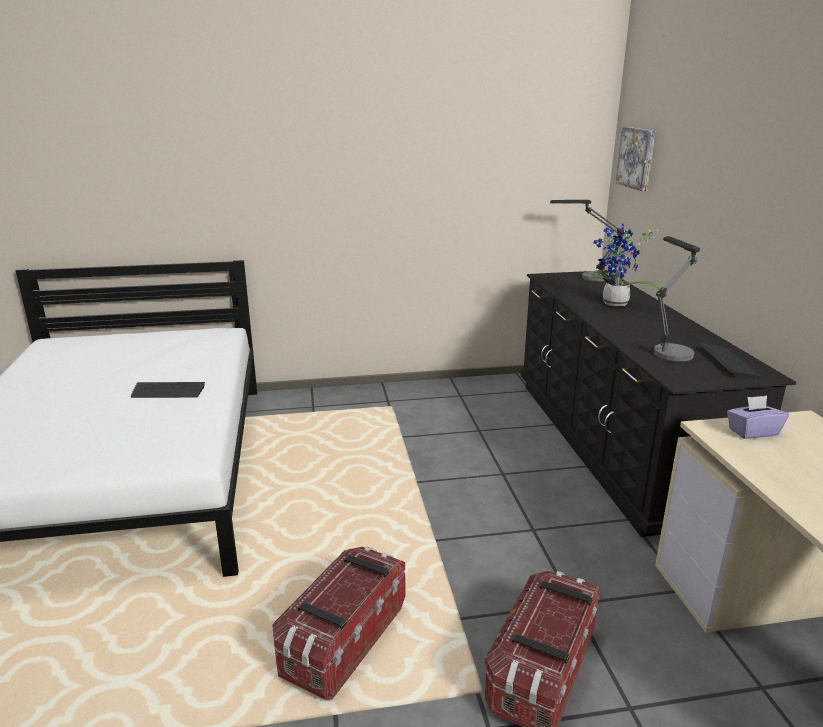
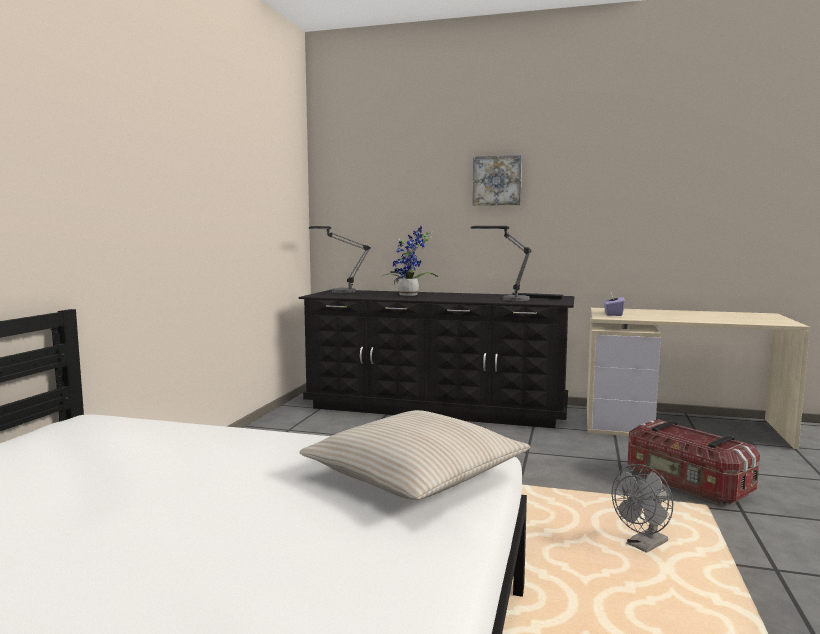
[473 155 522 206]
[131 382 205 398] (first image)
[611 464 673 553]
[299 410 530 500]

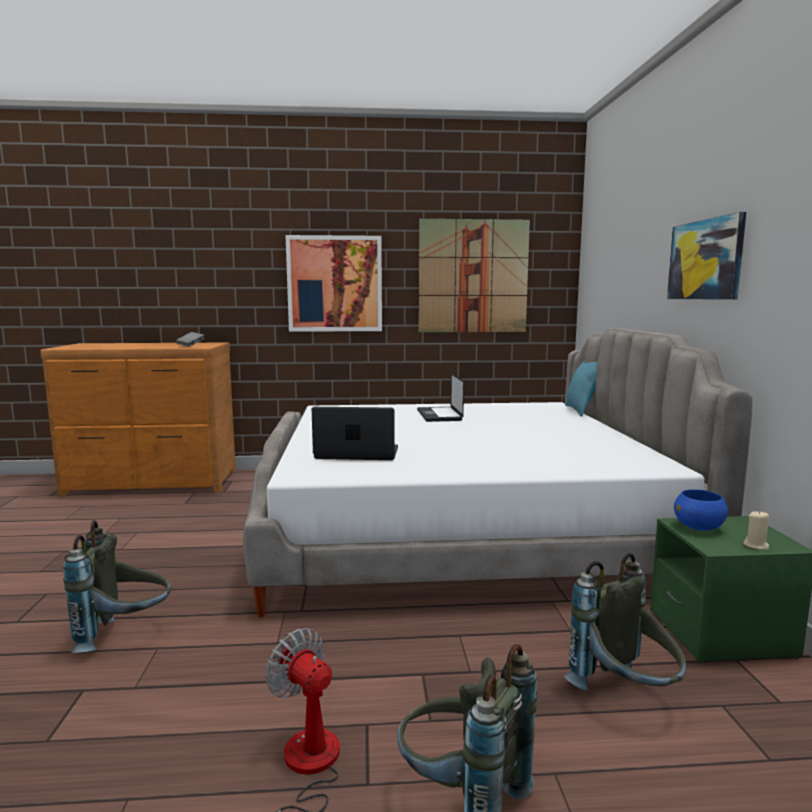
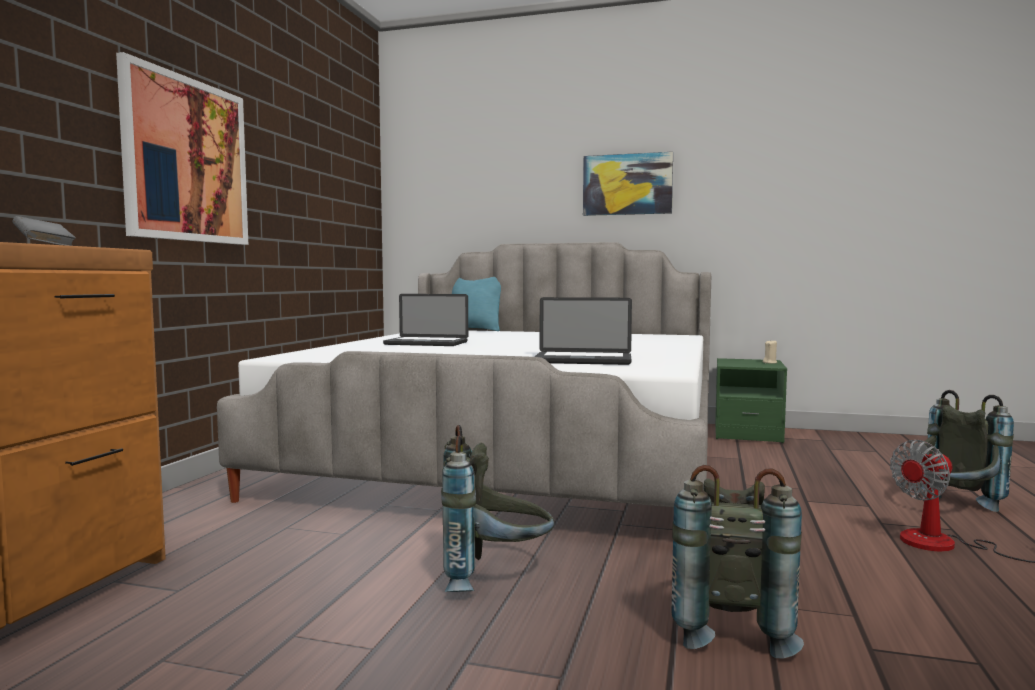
[419 219 530 332] (first image)
[535 297 632 365]
[674 489 728 531] (first image)
[441 425 554 592]

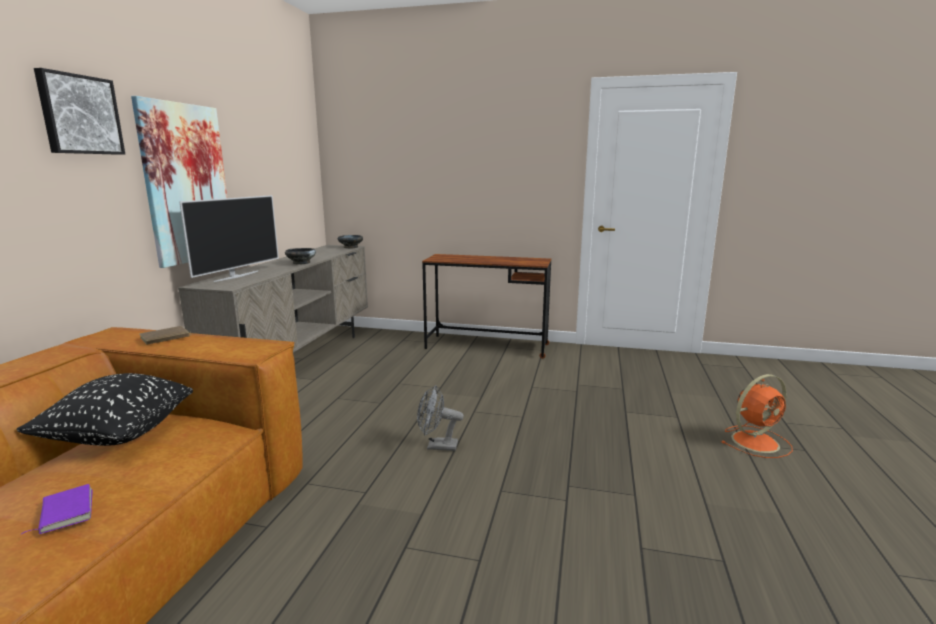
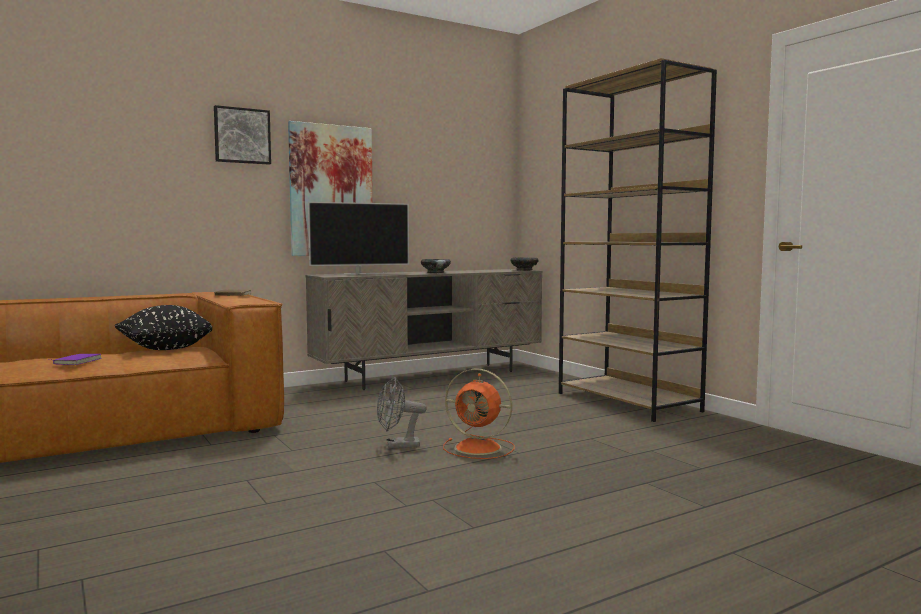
[559 58 717 422]
[443 368 515 459]
[377 377 426 448]

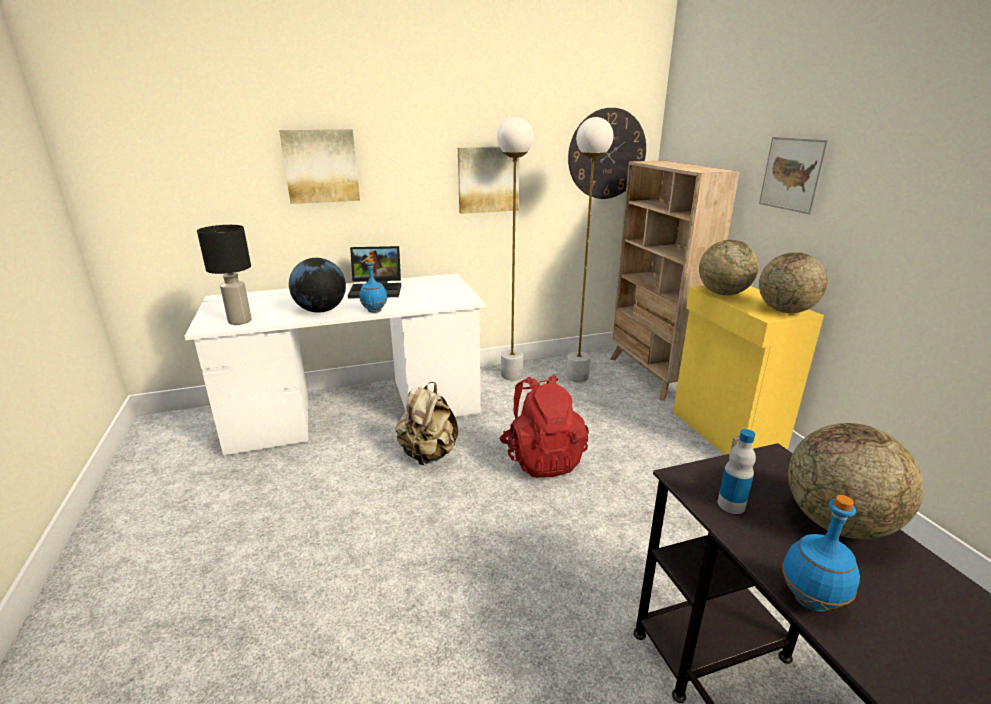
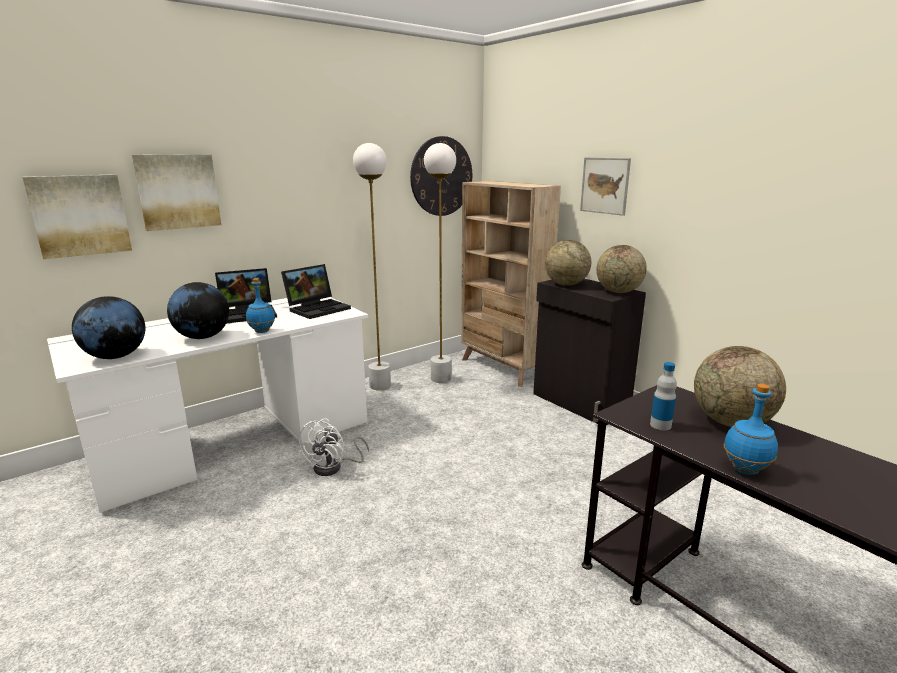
[22 174 132 259]
[72 296 145 359]
[533 279 646 424]
[499 375 589 478] (first image)
[298 418 369 476]
[281 264 351 319]

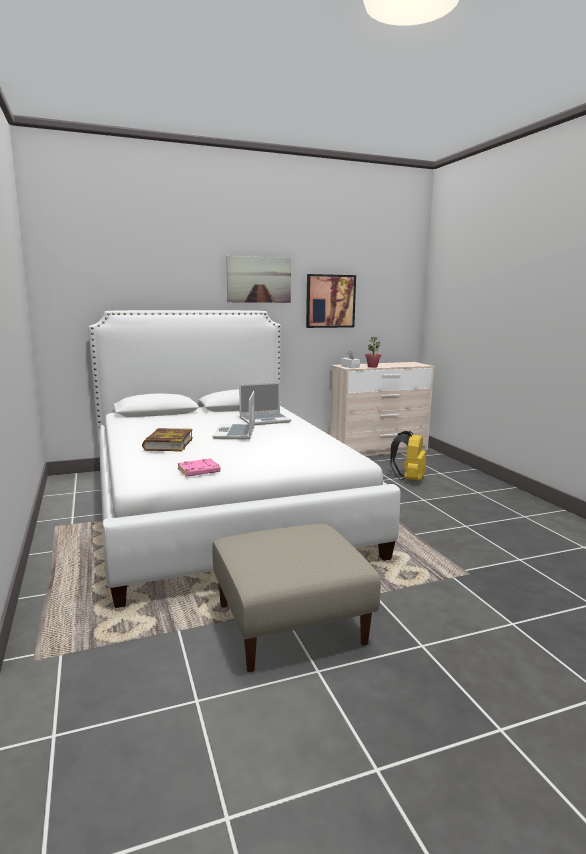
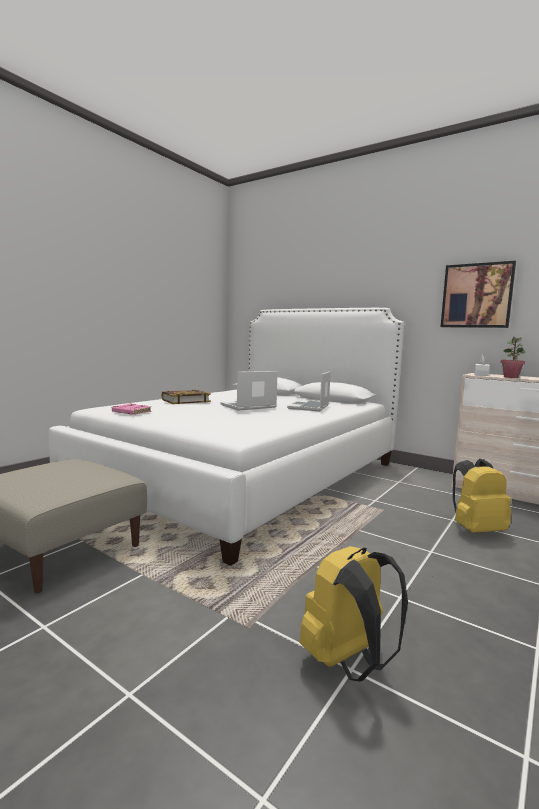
[226 256 291 303] (first image)
[287 371 331 412]
[299 546 408 682]

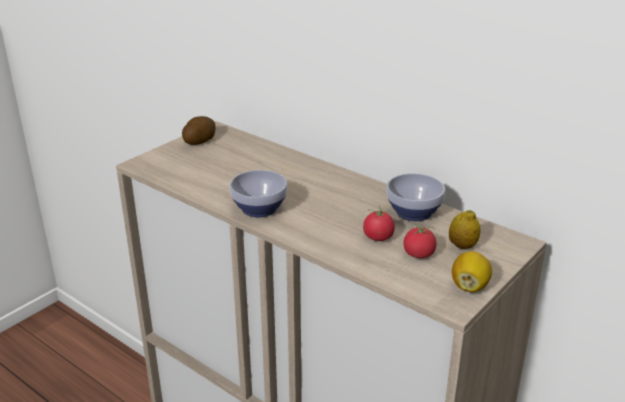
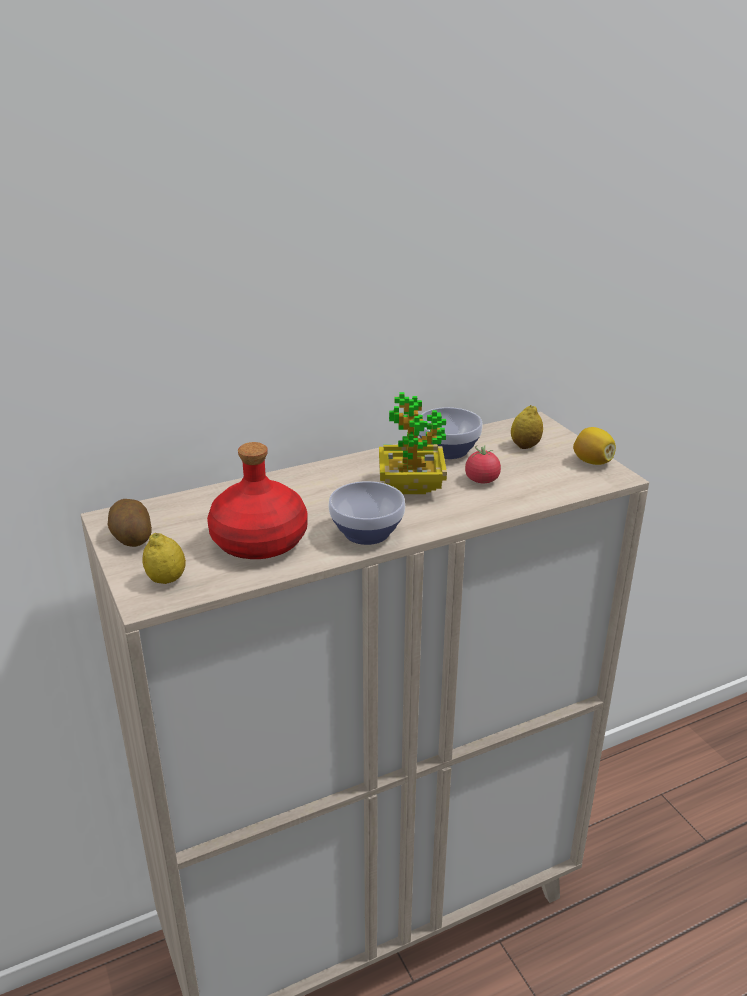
[403 225 437 258] (first image)
[379 392 447 494]
[207 442 308 559]
[142 533 186 584]

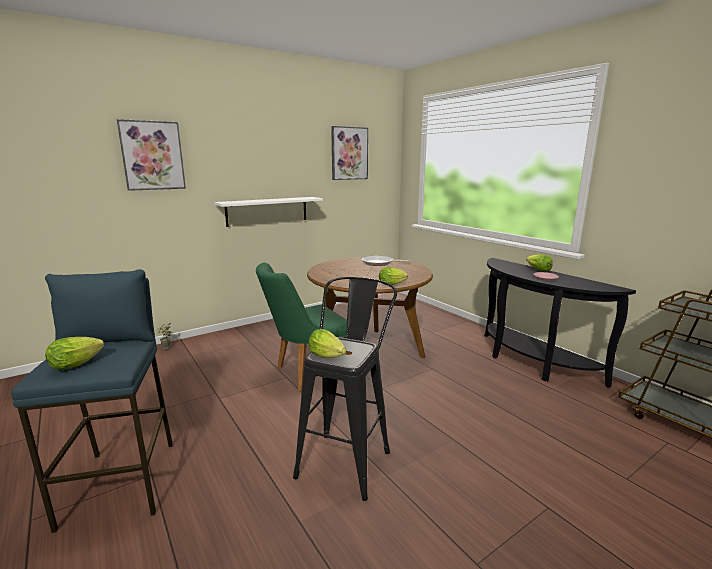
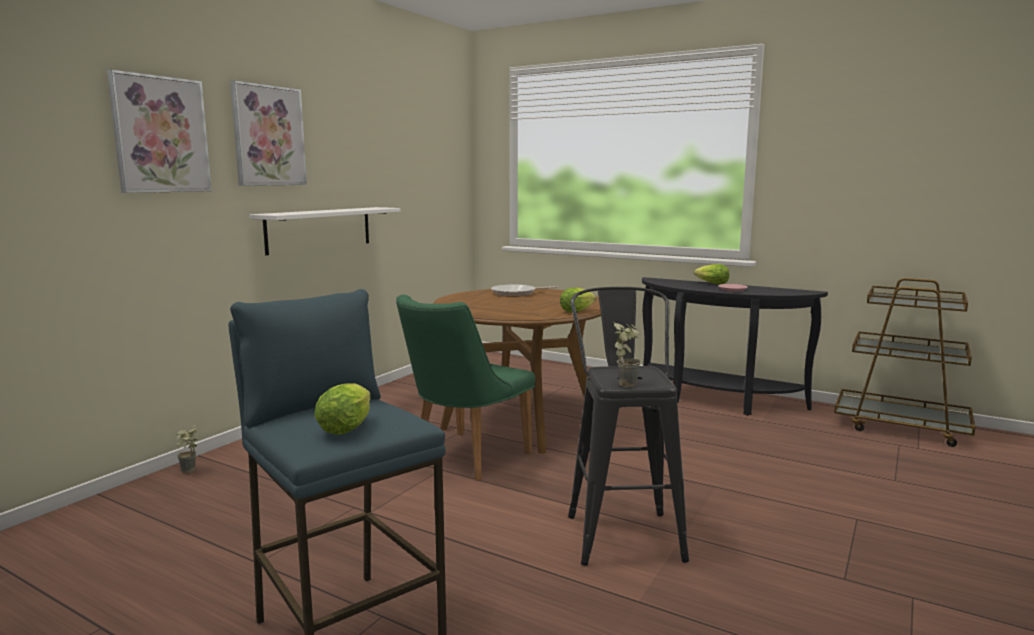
[230 81 307 186]
[613 322 640 387]

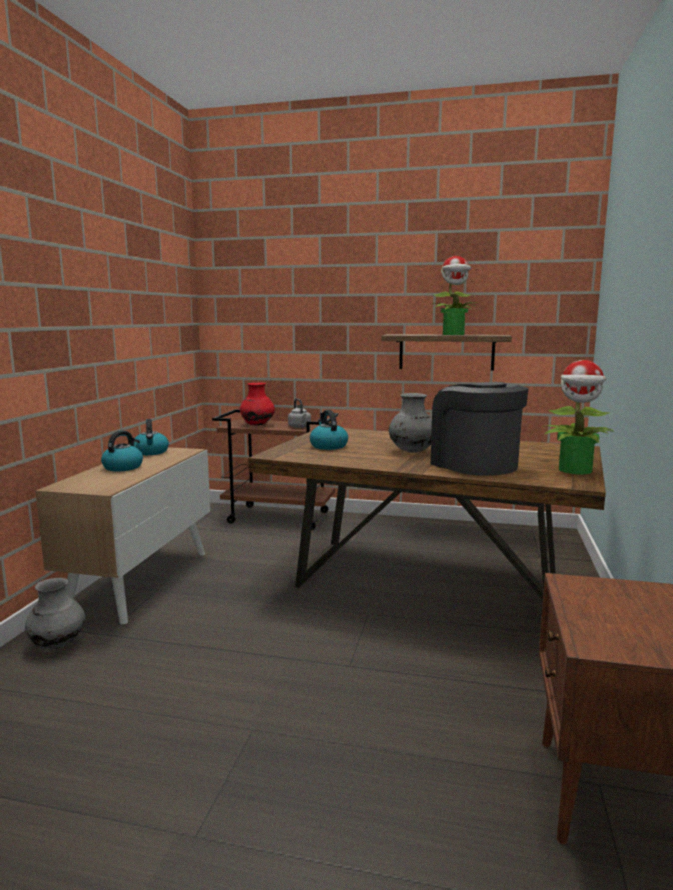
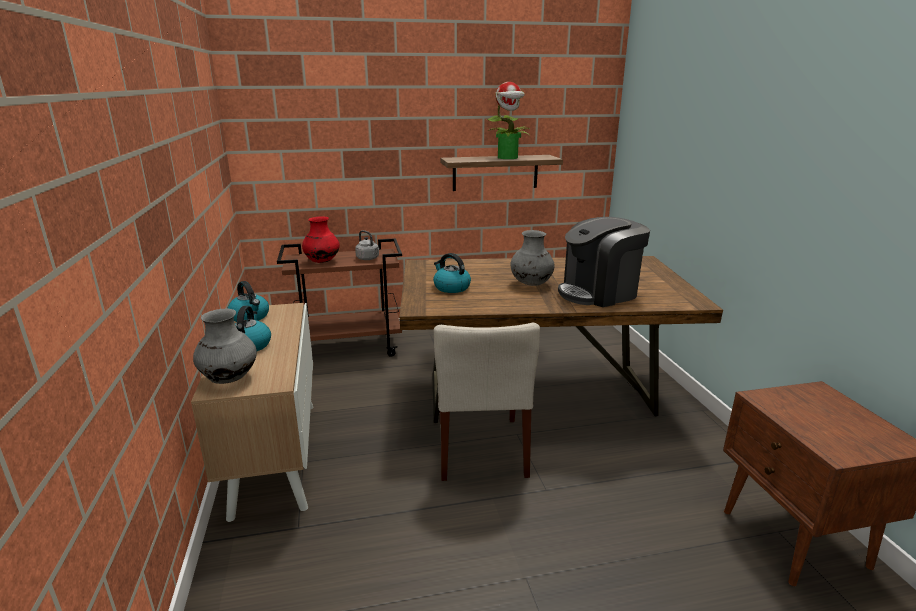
[542 360 614 474] (first image)
[558 217 650 307]
[193 309 257 384]
[434 323 540 481]

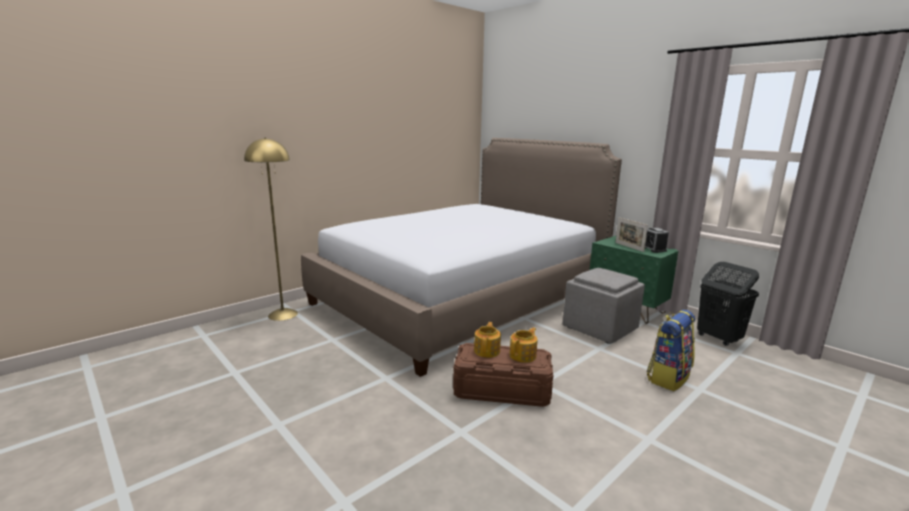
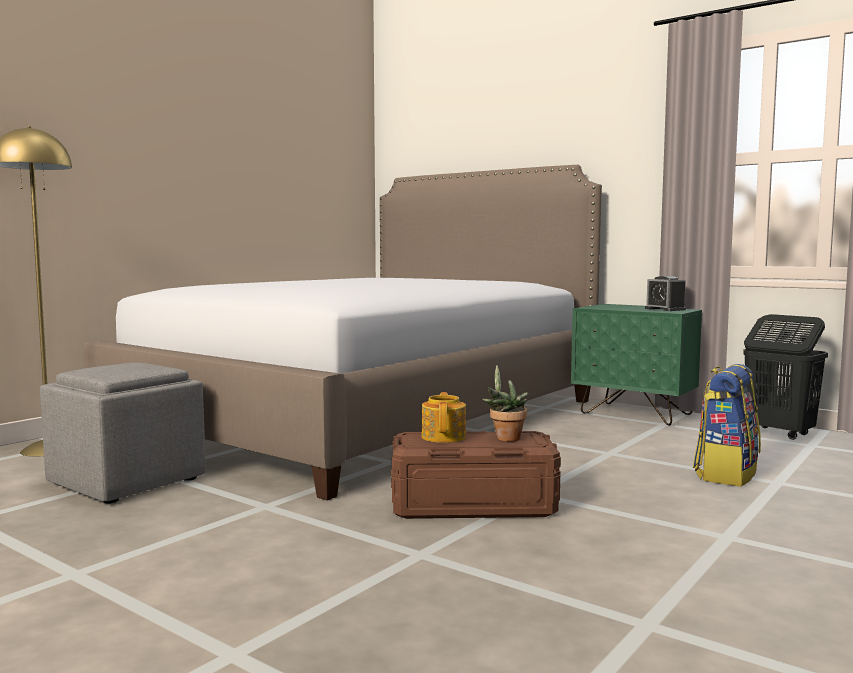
[615 217 648 252] (first image)
[40 363 206 503]
[483 365 529 442]

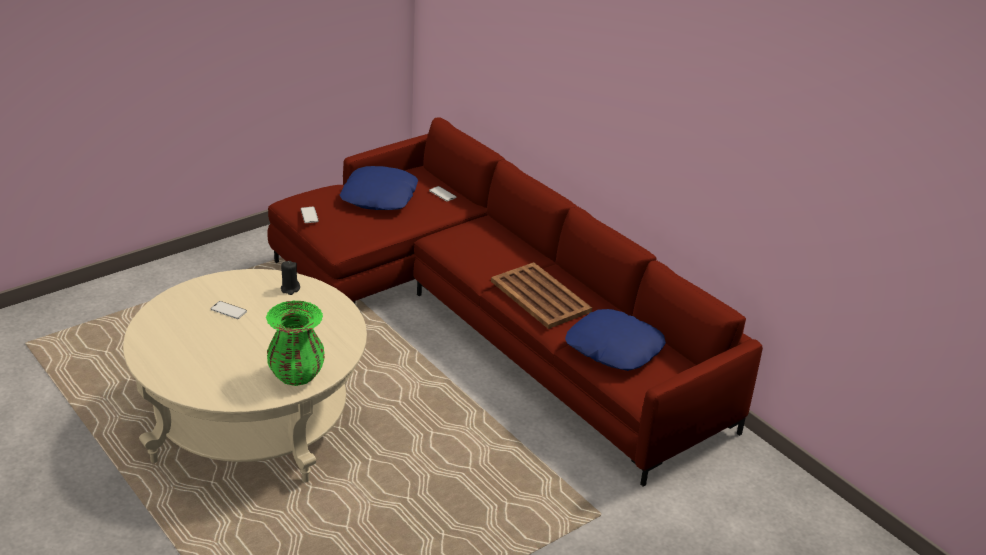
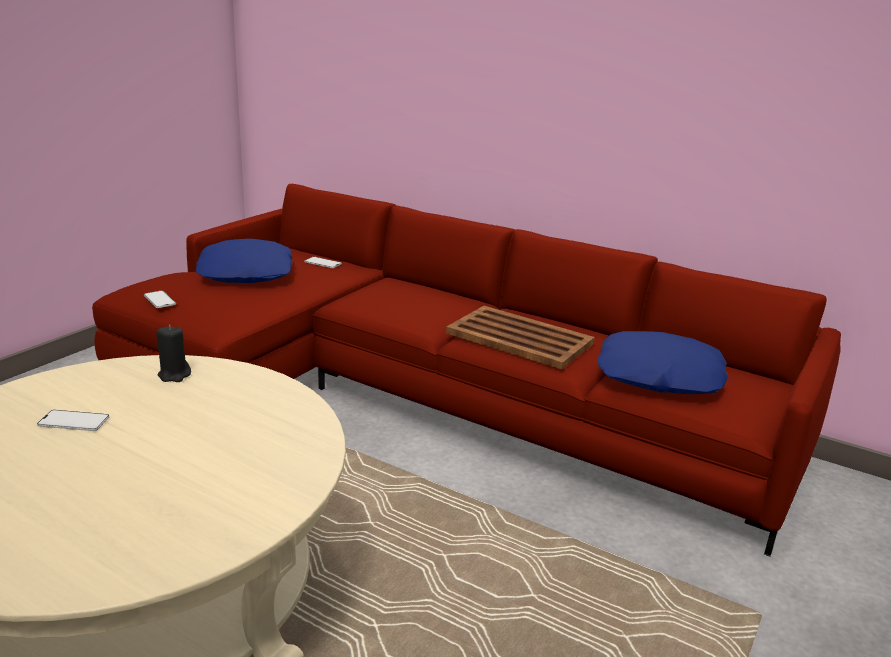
[266 300 325 386] (first image)

